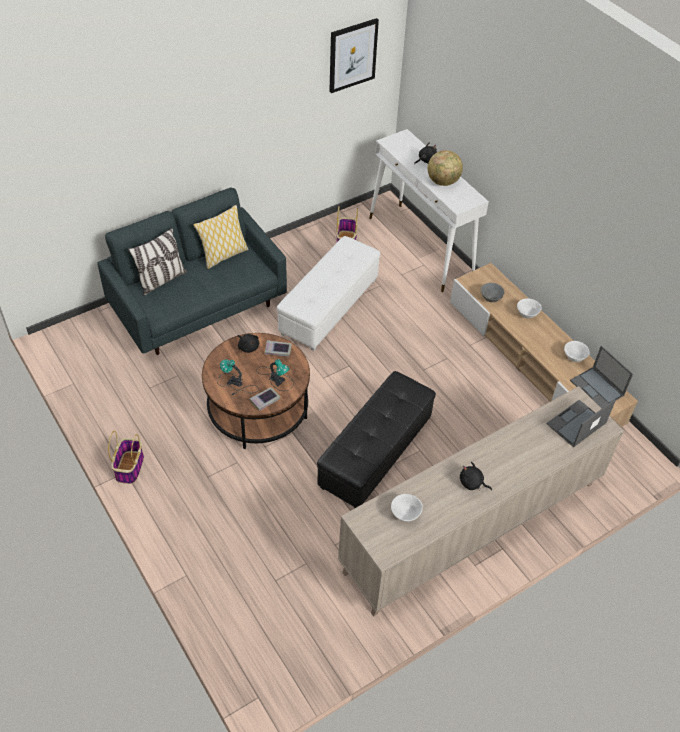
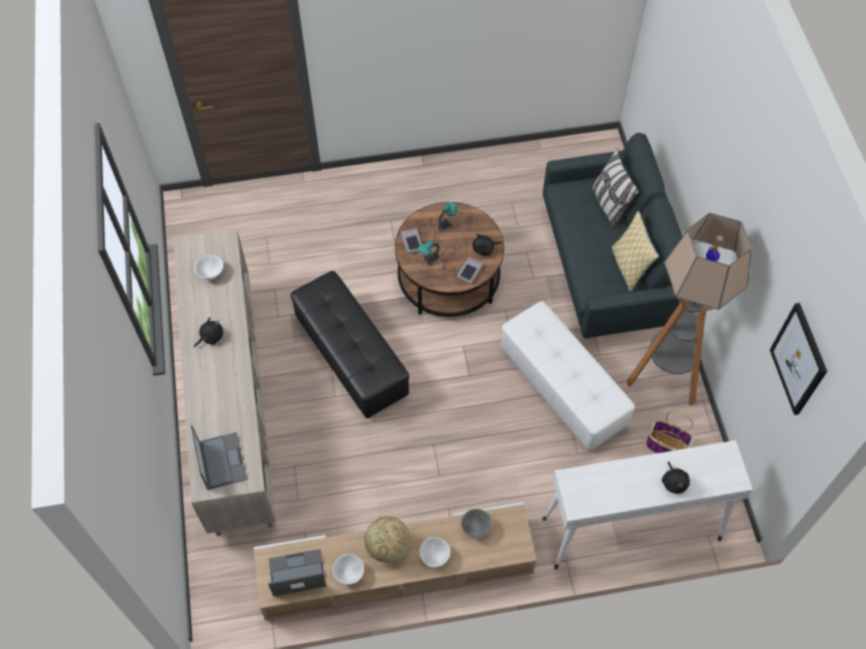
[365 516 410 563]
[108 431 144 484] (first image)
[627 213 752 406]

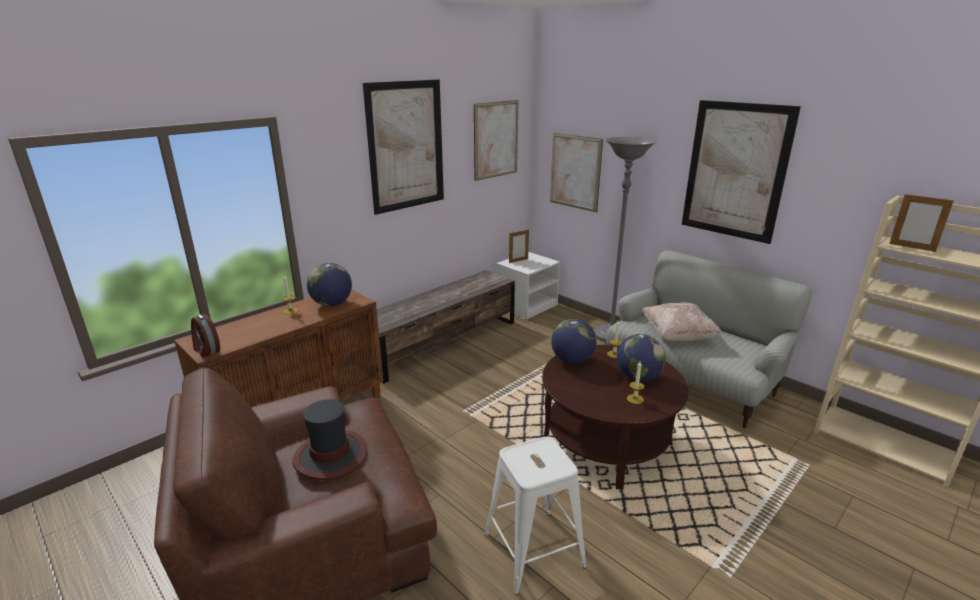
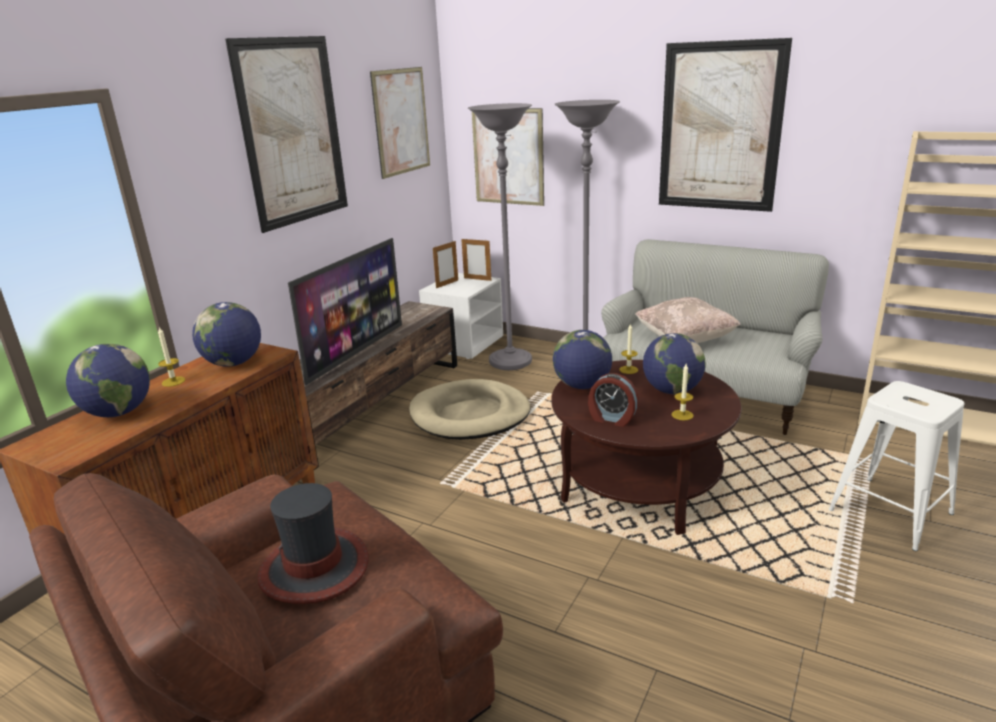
[461 239 492 281]
[588 373 639 427]
[829 381 965 551]
[468 103 532 370]
[288 238 402 385]
[66 344 150 417]
[409 379 531 440]

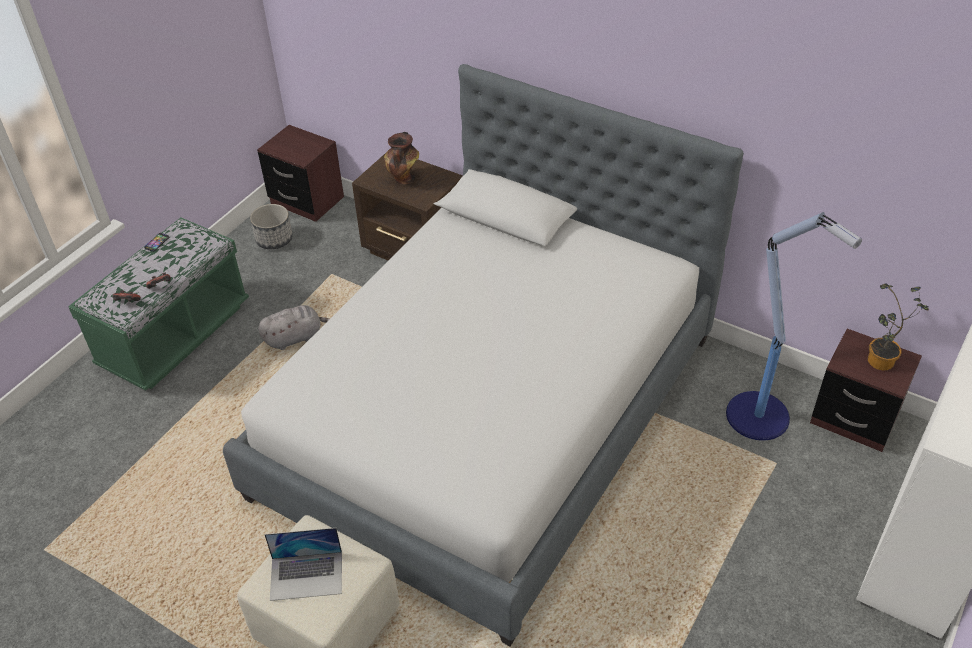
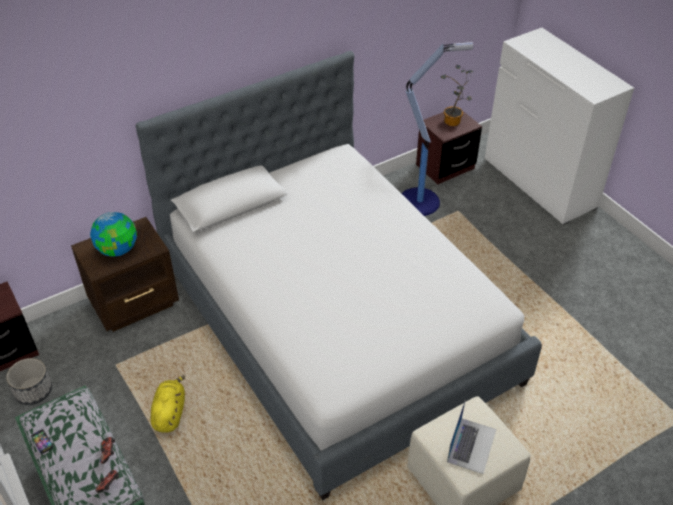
[90 212 137 256]
[150 375 185 432]

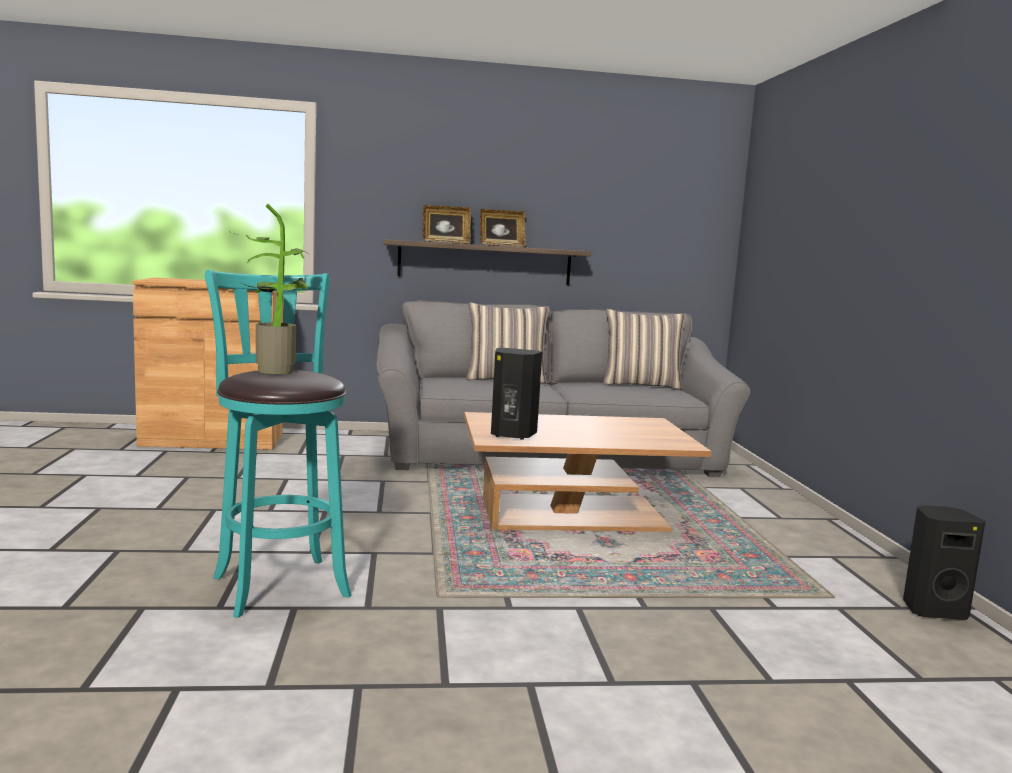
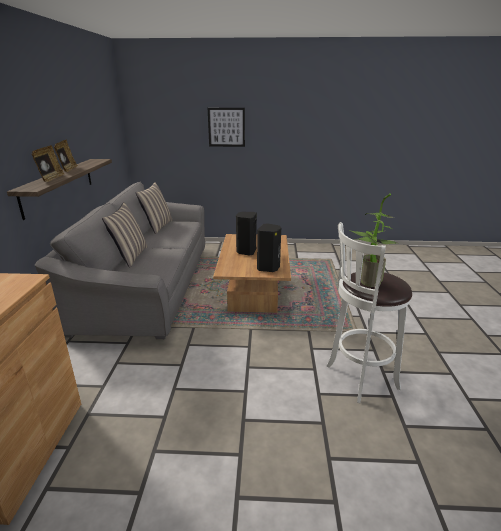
[326 222 412 403]
[236 212 257 255]
[208 108 245 147]

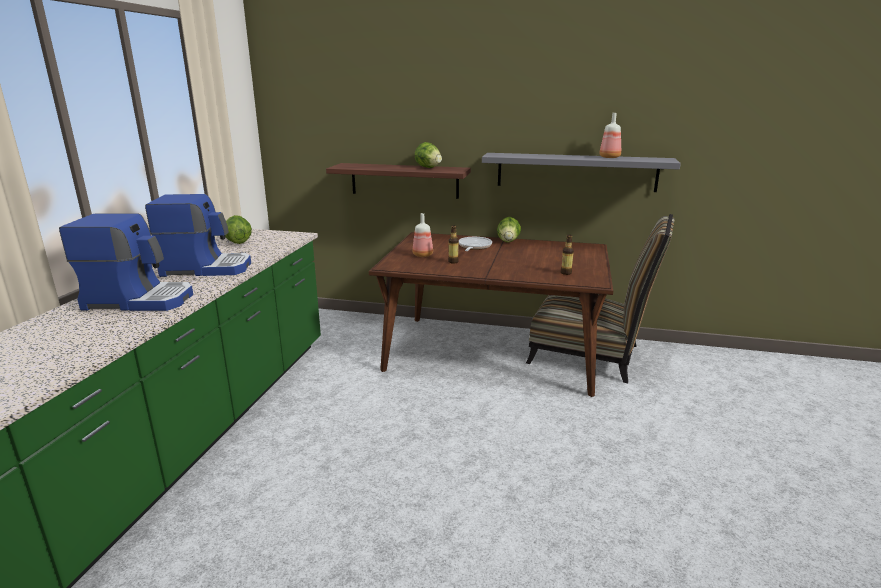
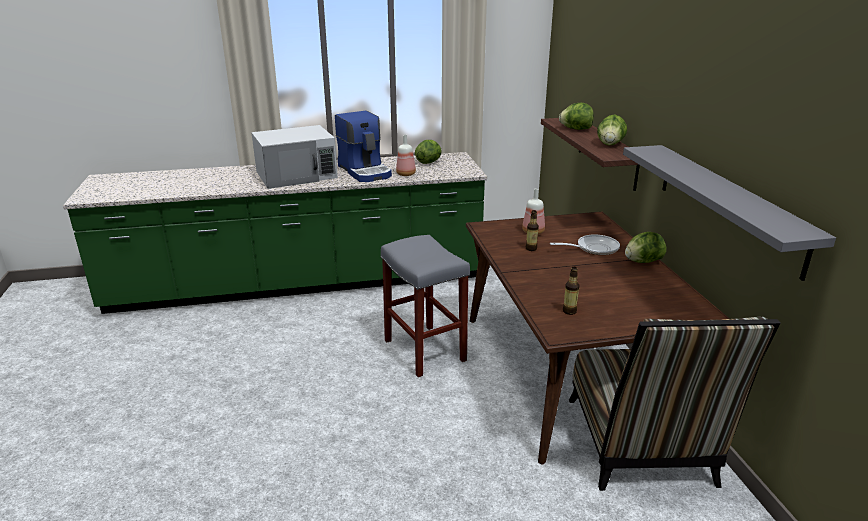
[396 135 416 176]
[251 125 338 189]
[559 103 594 130]
[381 235 470 377]

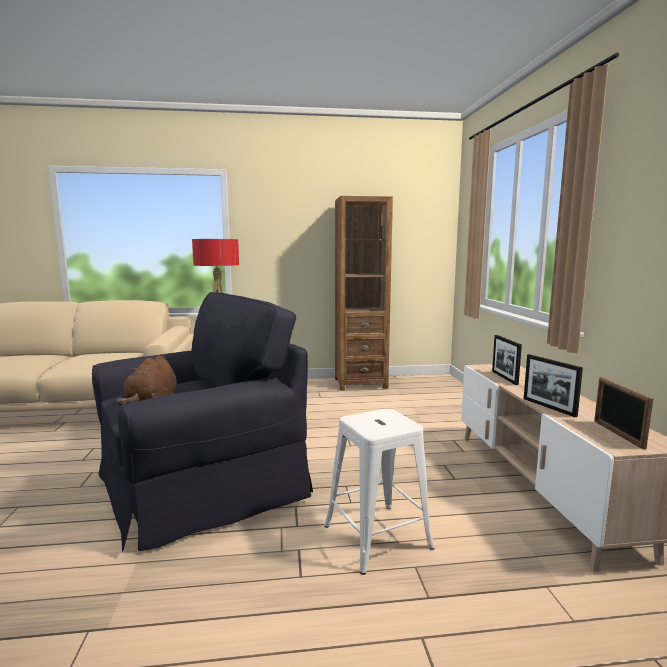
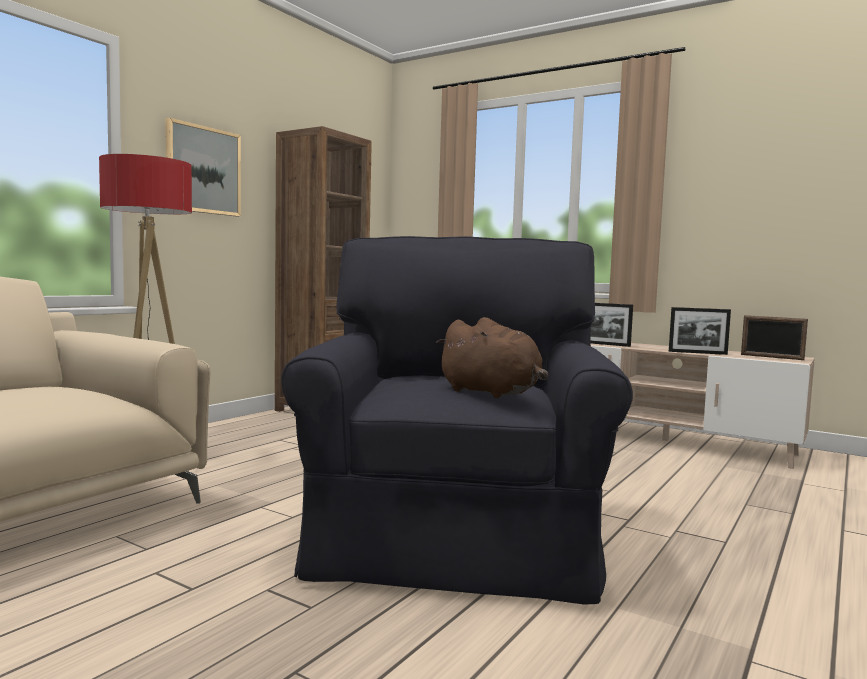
[324 409 435 575] (first image)
[165 118 241 217]

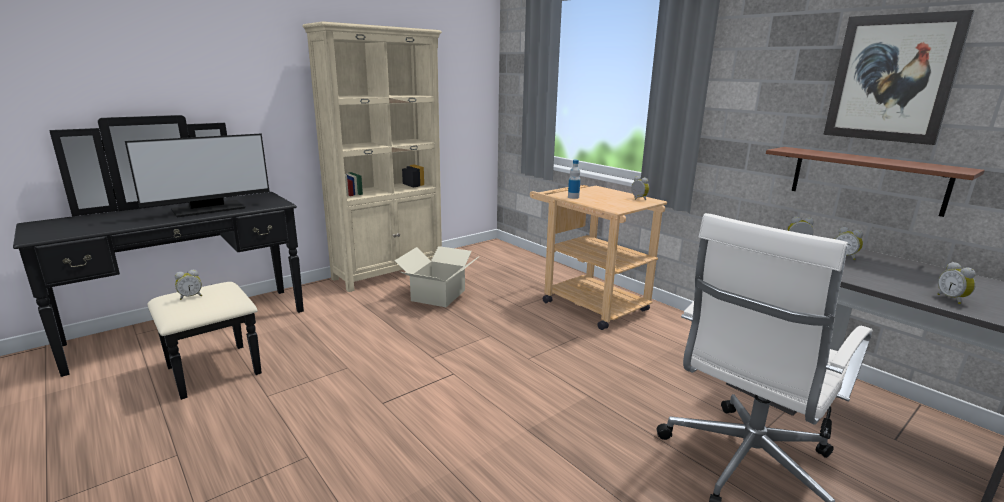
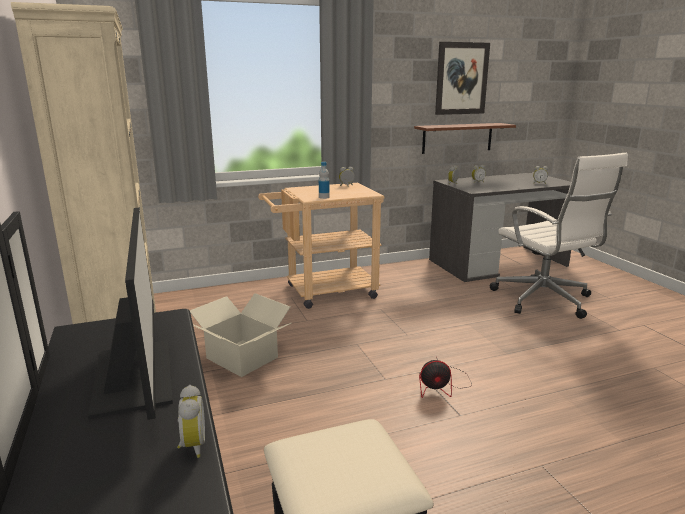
[177 385 205 458]
[419 357 472 398]

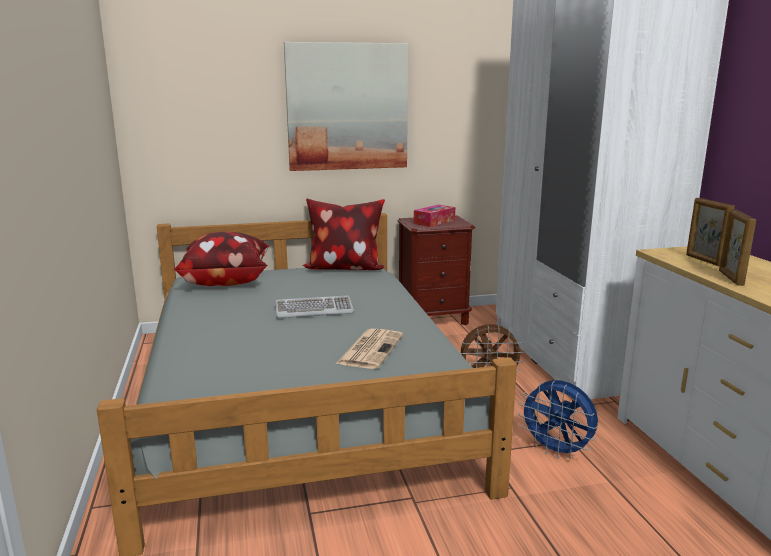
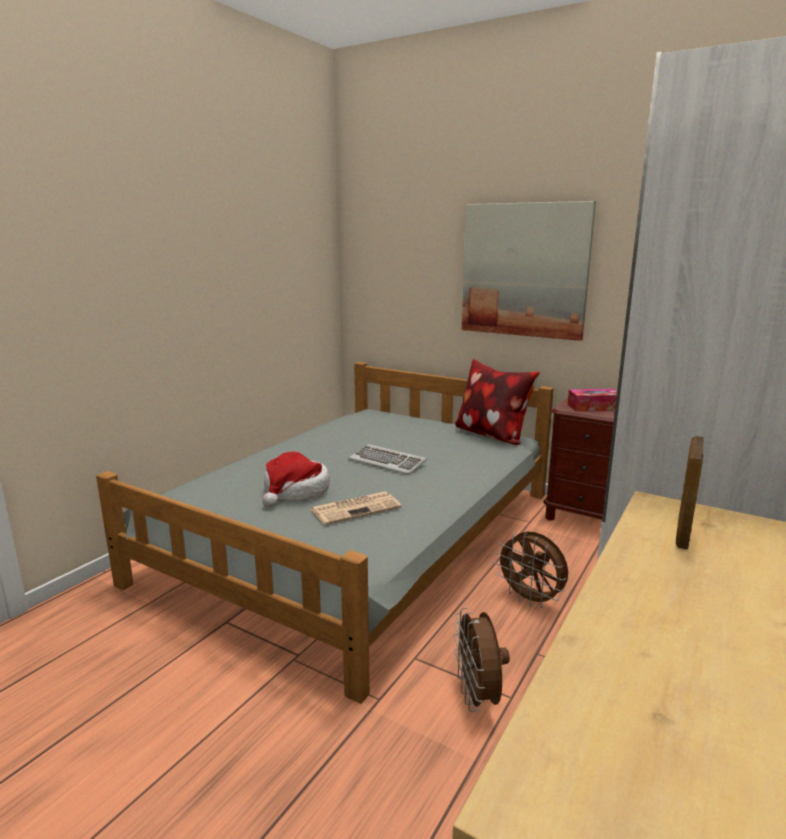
[719 209 756 286] (first image)
[173 232 269 286] (first image)
[454 607 510 712]
[262 451 330 508]

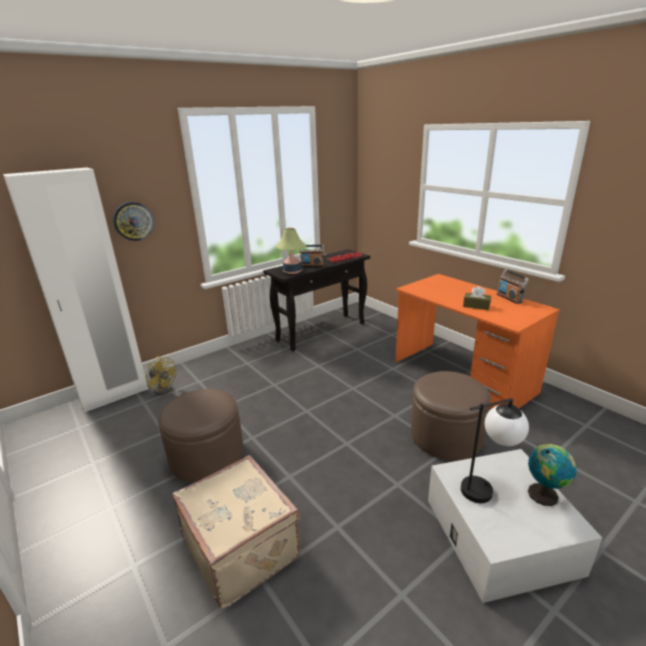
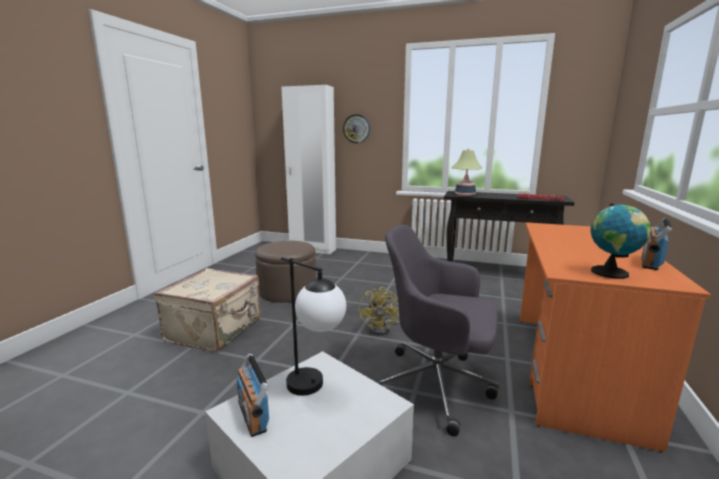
[236 353 269 437]
[463 286 491 310] (first image)
[359 287 400 335]
[378 225 499 436]
[590 203 651 279]

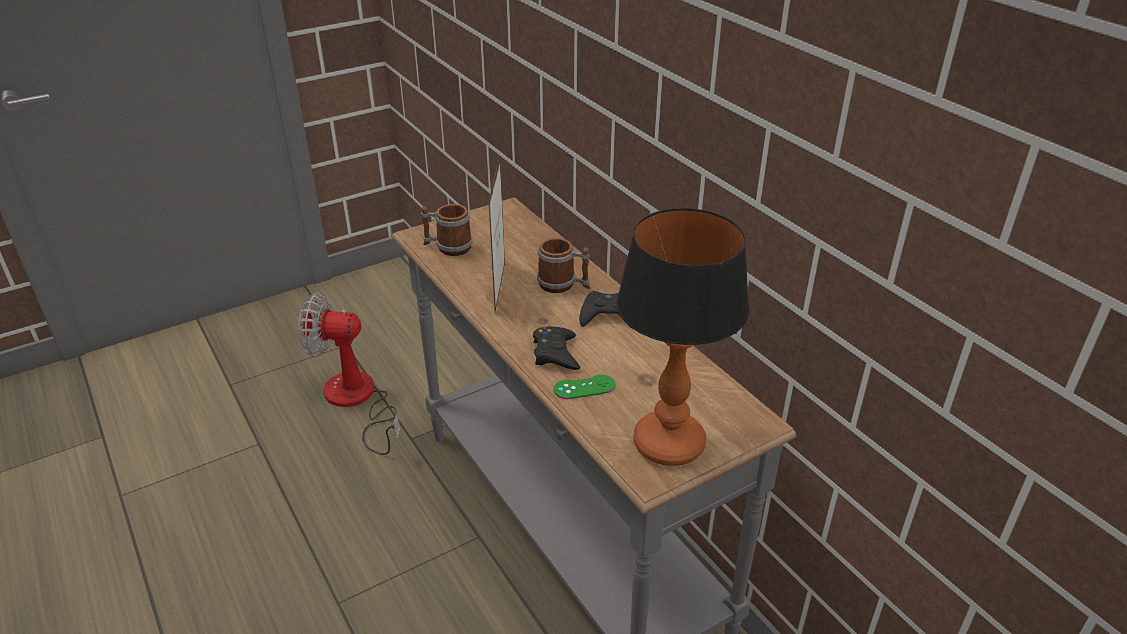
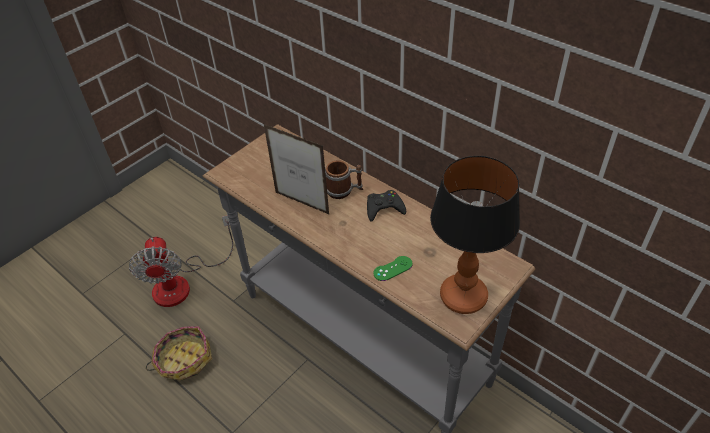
[264 124 330 215]
[421 204 473 256] (first image)
[129 216 233 307]
[533 326 580 370] (first image)
[146 326 212 381]

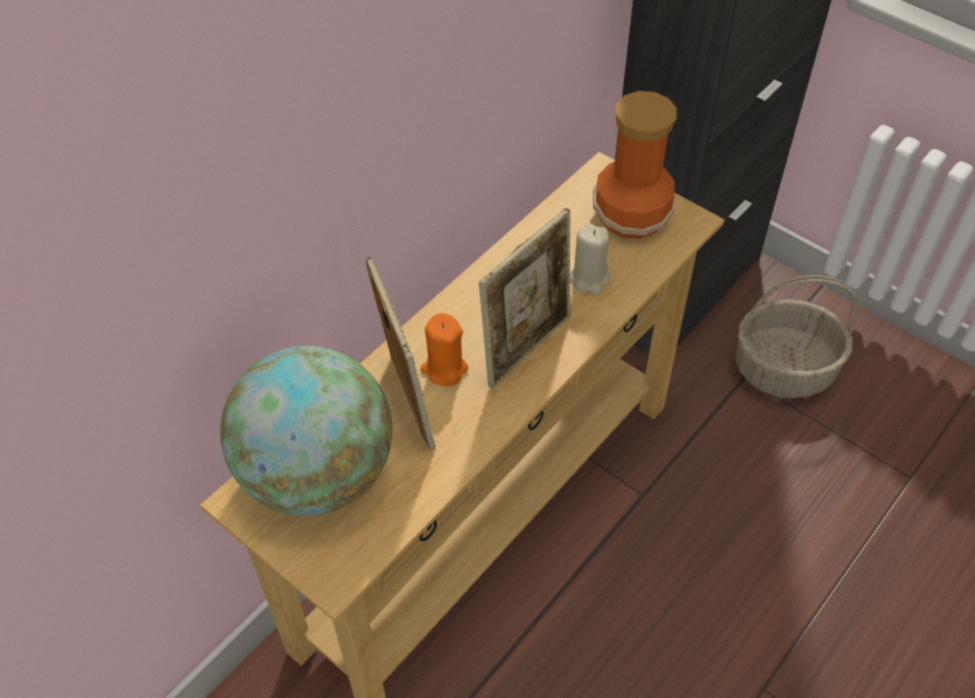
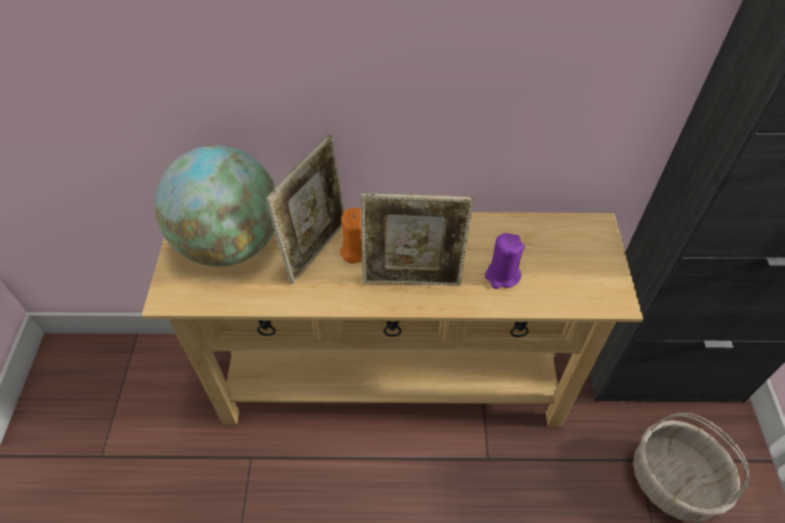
[593 91 676 239] (first image)
[485 233 525 289]

